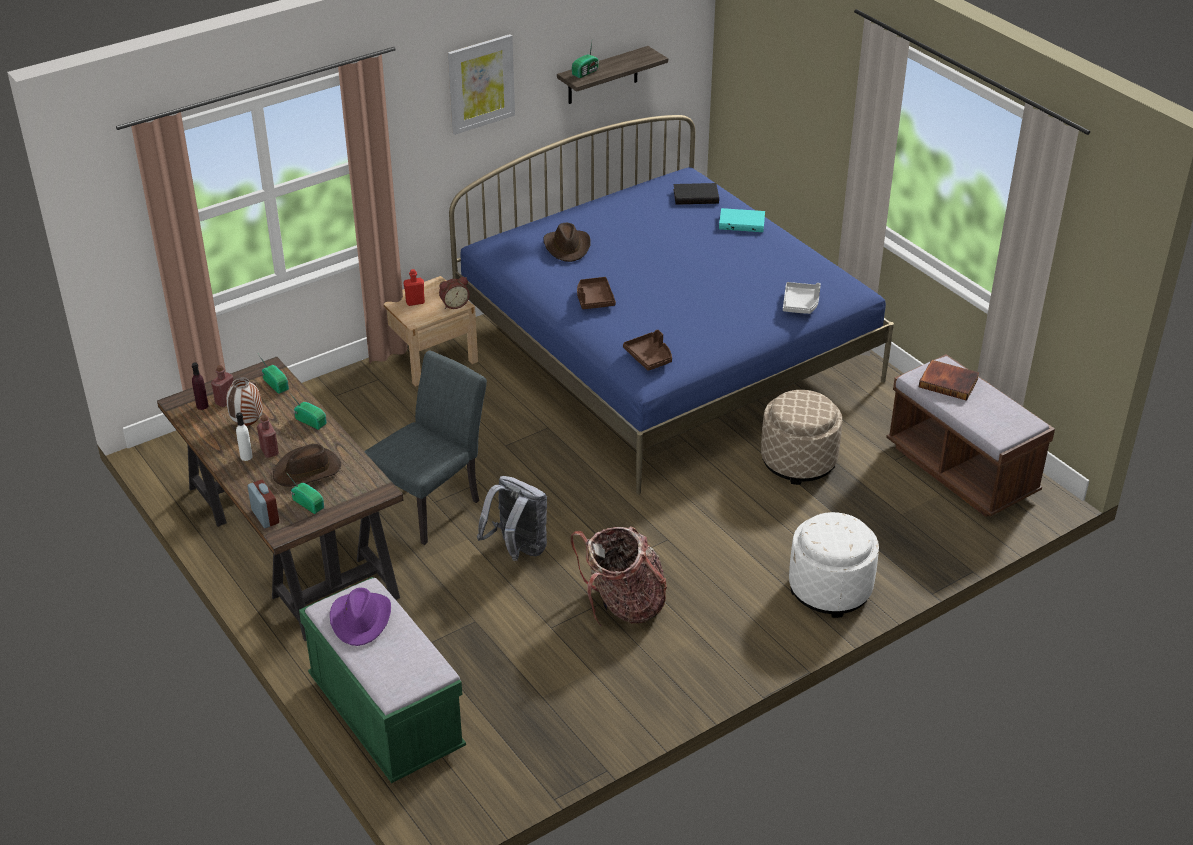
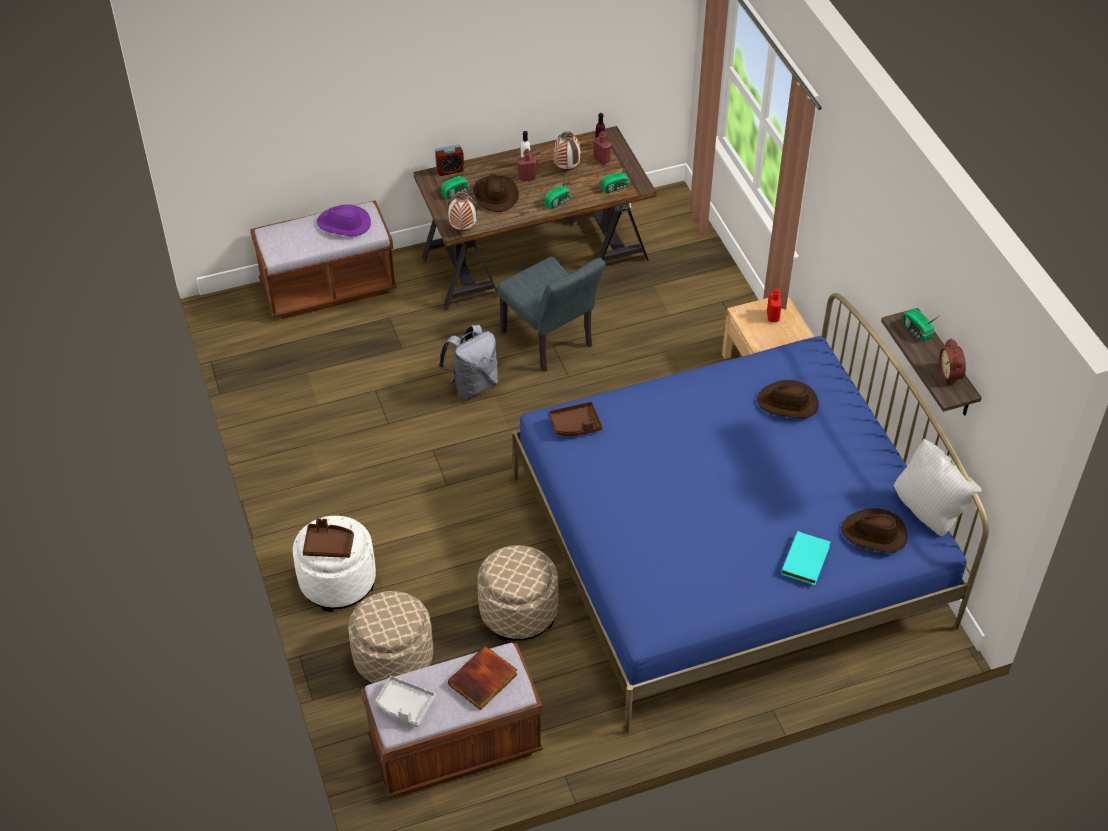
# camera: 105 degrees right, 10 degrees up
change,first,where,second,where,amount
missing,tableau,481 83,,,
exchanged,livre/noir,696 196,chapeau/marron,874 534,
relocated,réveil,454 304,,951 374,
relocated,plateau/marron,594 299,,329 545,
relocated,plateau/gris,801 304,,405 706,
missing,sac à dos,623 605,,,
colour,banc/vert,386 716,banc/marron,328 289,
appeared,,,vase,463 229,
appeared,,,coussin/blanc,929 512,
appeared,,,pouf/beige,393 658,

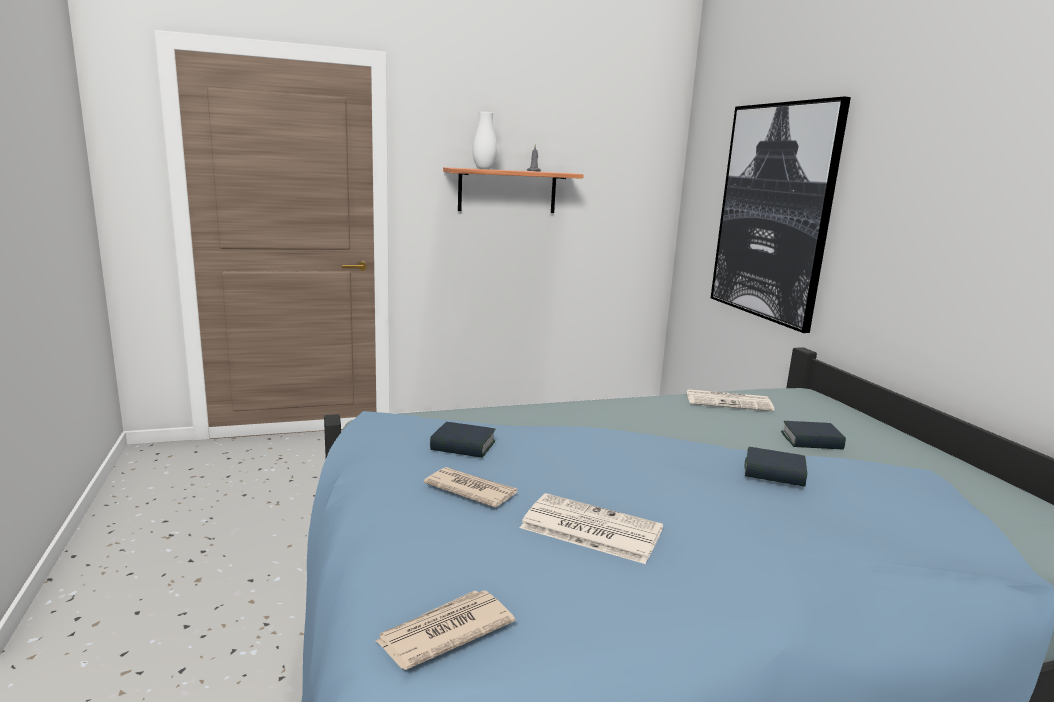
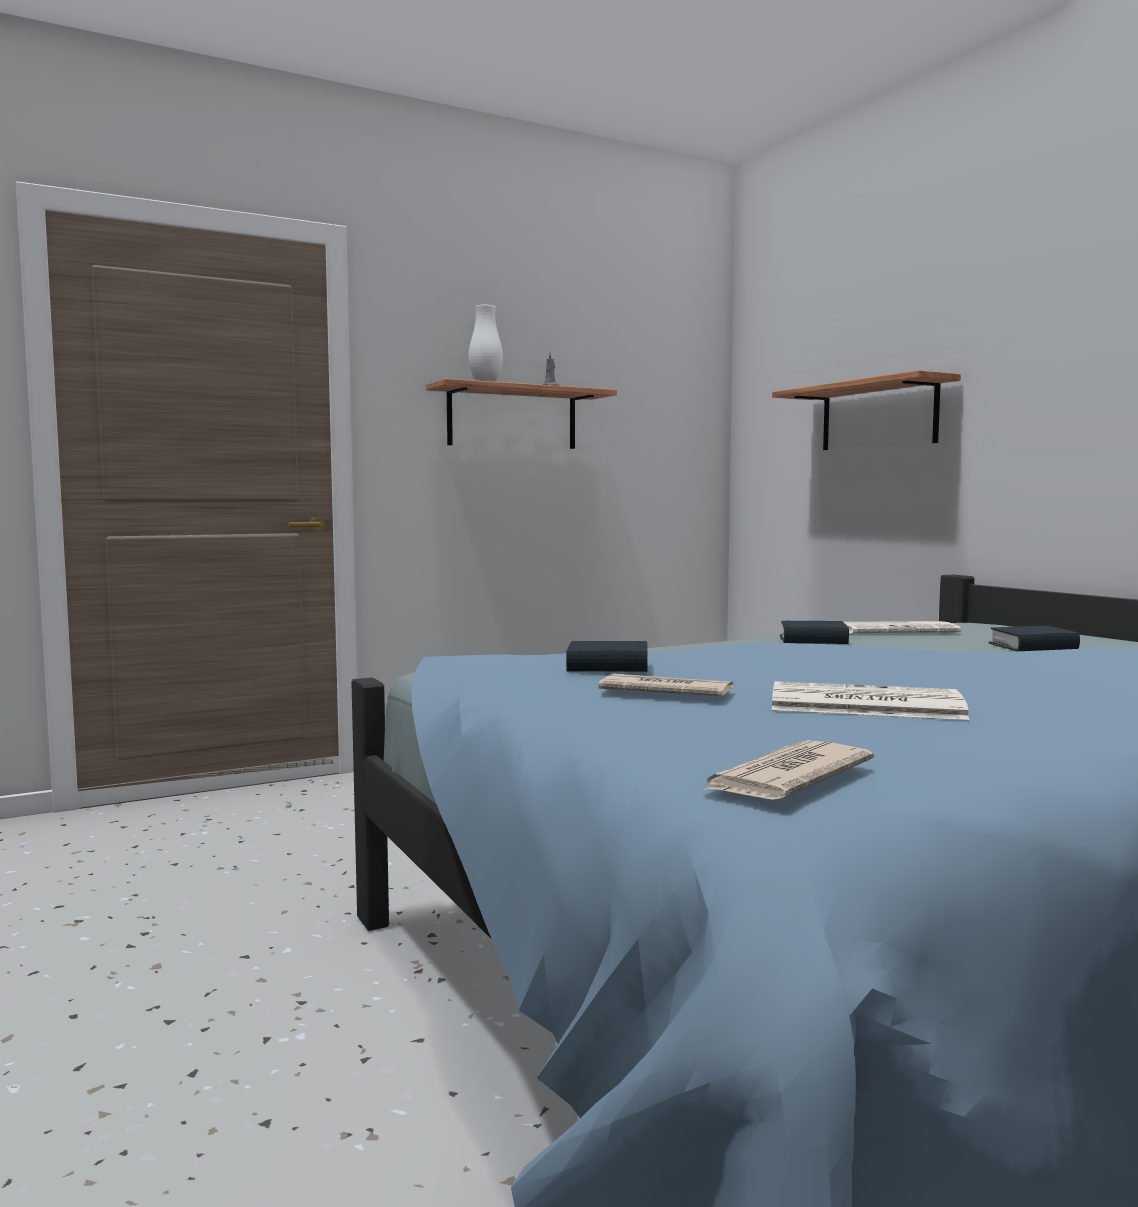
# camera: 10 degrees left, 10 degrees down
change,first,where,second,where,amount
exchanged,tableau,773 212,étagère,878 416,
relocated,livre,774 473,,813 640,

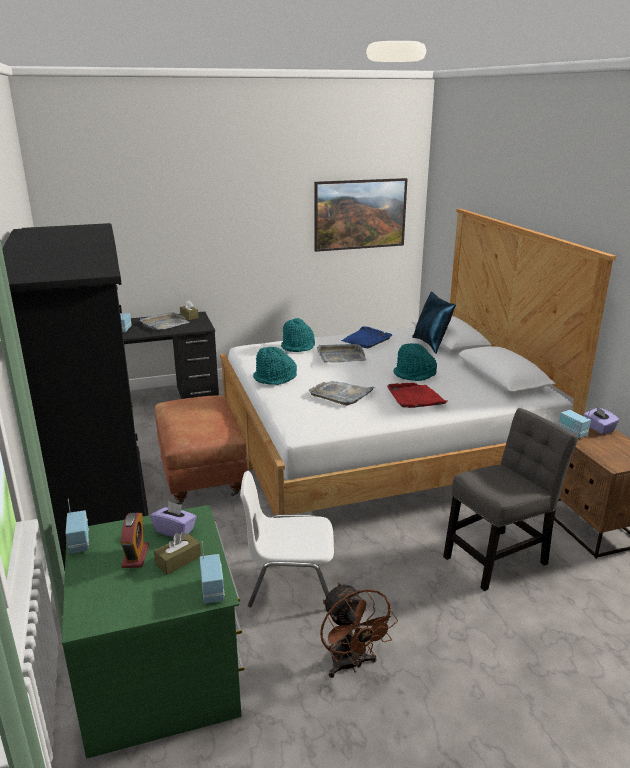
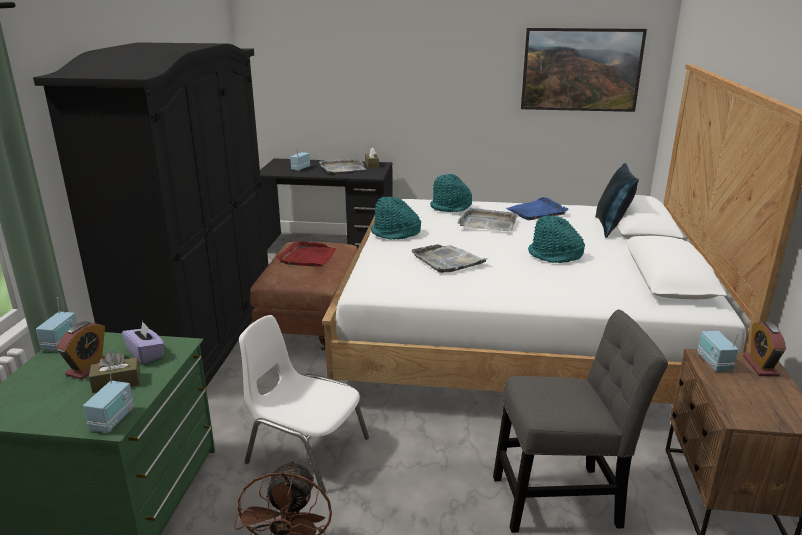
# camera: 25 degrees right, 0 degrees up
change,first,where,second,where,amount
relocated,plateau/rouge,415 398,,308 257,
exchanged,boîte à mouchoirs/violet,598 428,réveil,760 366,

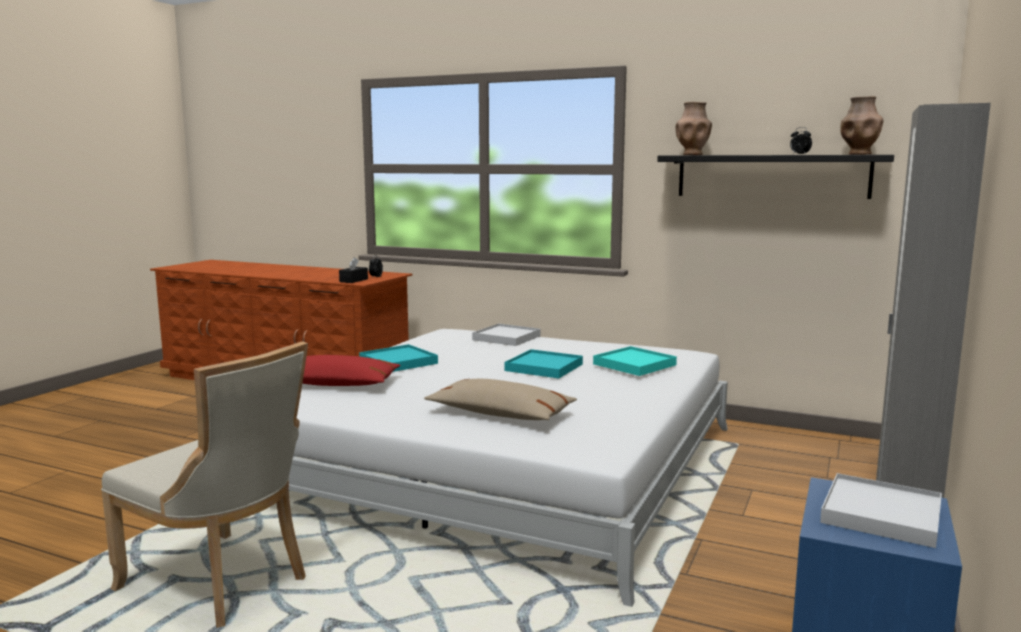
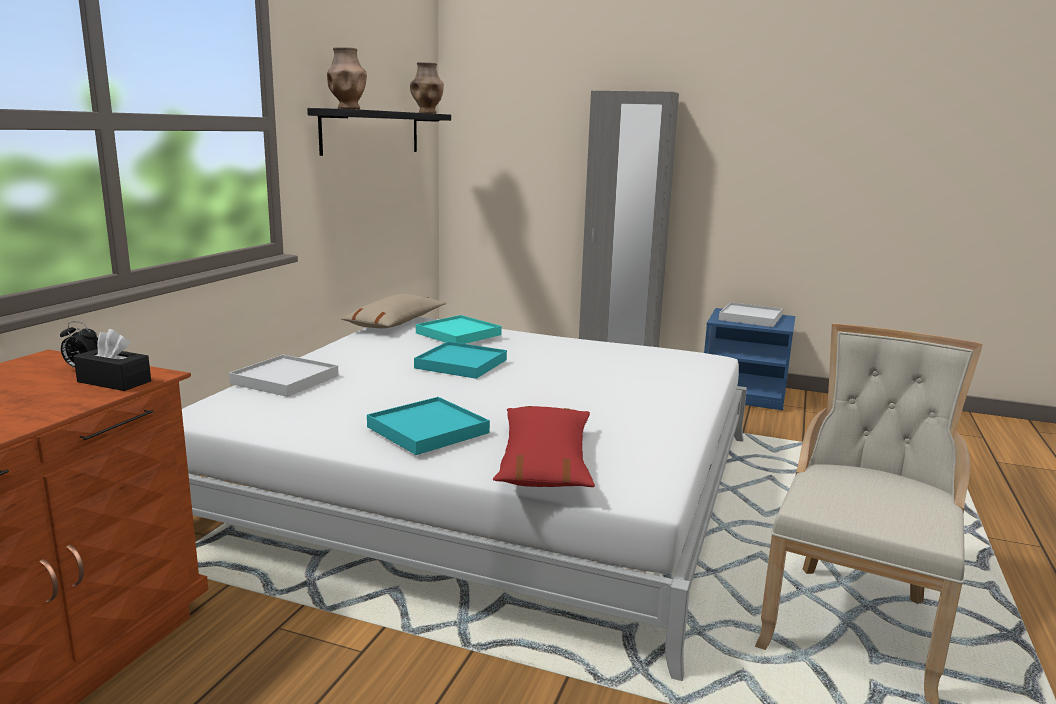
# camera: 95 degrees left, 5 degrees up
change,first,where,second,where,amount
missing,réveil,799 154,,,
relocated,coussin/beige,500 414,,395 323,

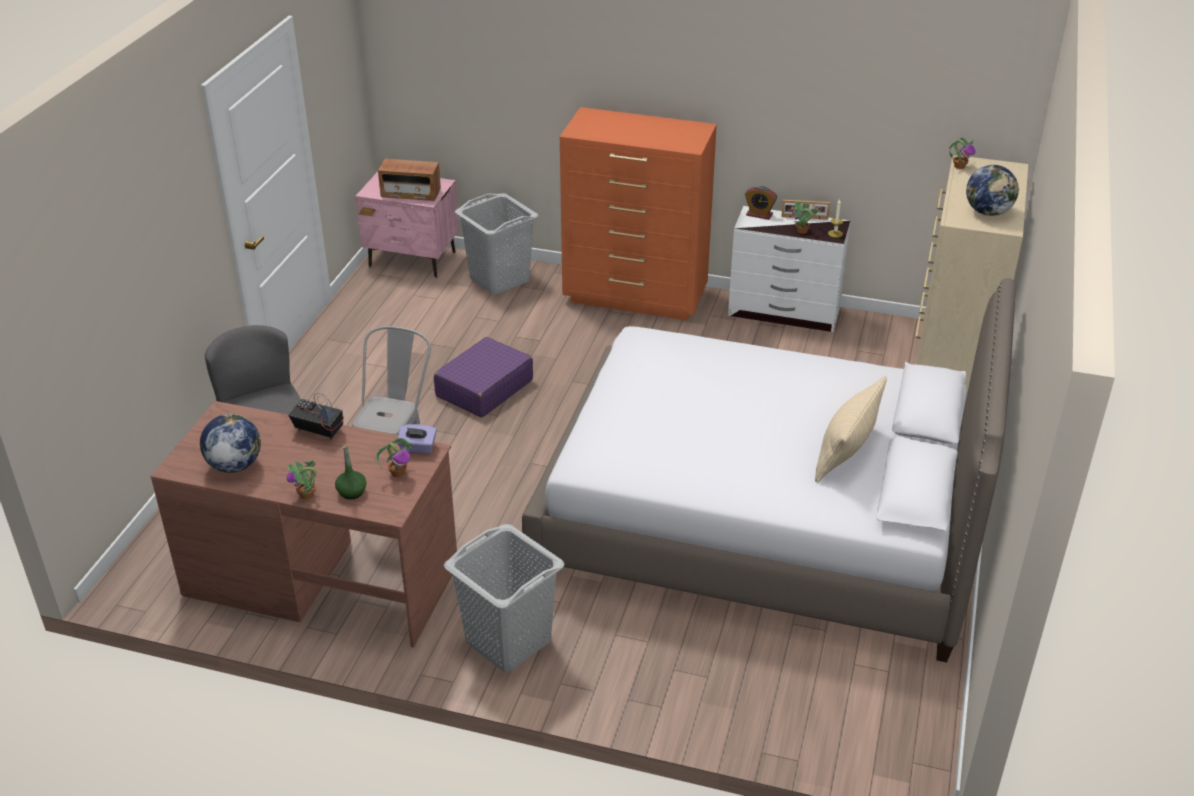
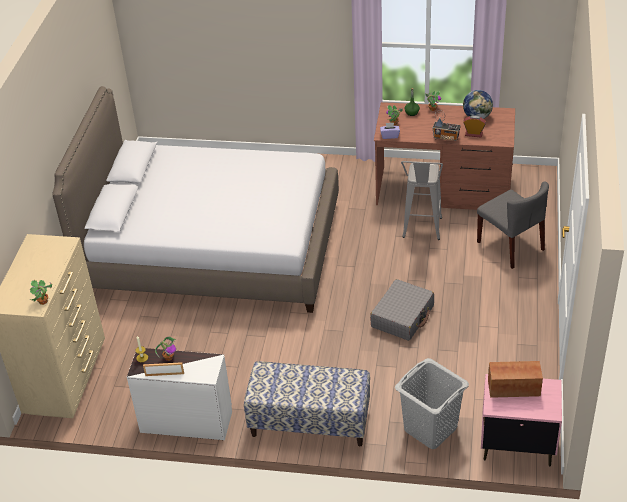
# camera: 175 degrees right, 5 degrees up
change,first,where,second,where,amount
exchanged,commode/orange,636 297,banc,309 423,
missing,globe,988 212,,,
relocated,réveil,759 214,,474 134,
colour,valise/violet,484 388,valise/gris,402 316,
missing,coussin/beige,846 452,,,
missing,panier à linge/gris,508 641,,,

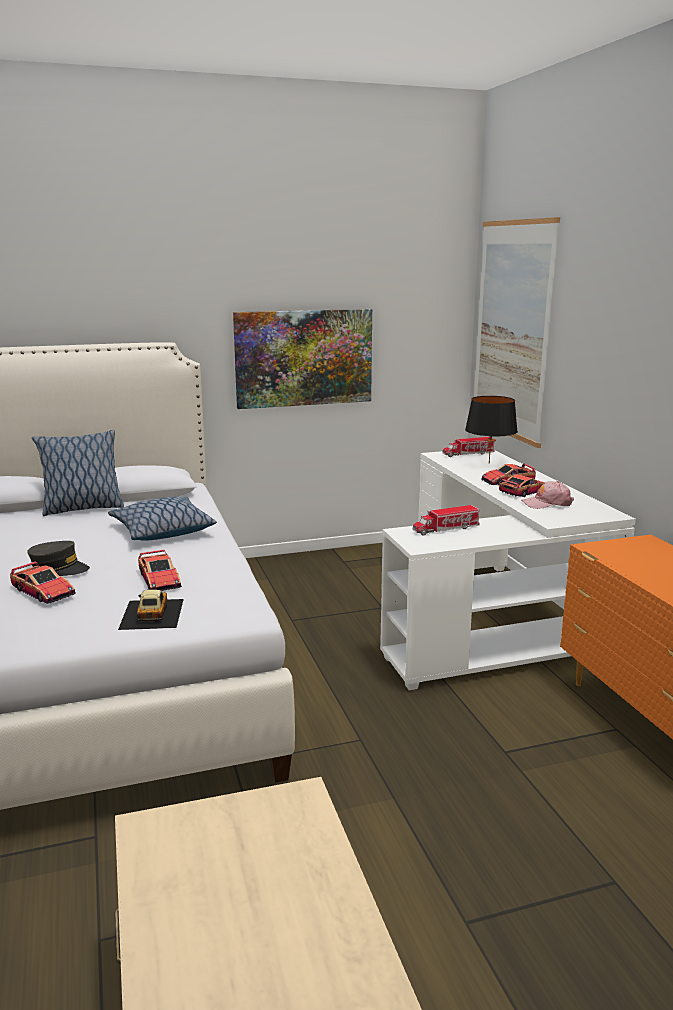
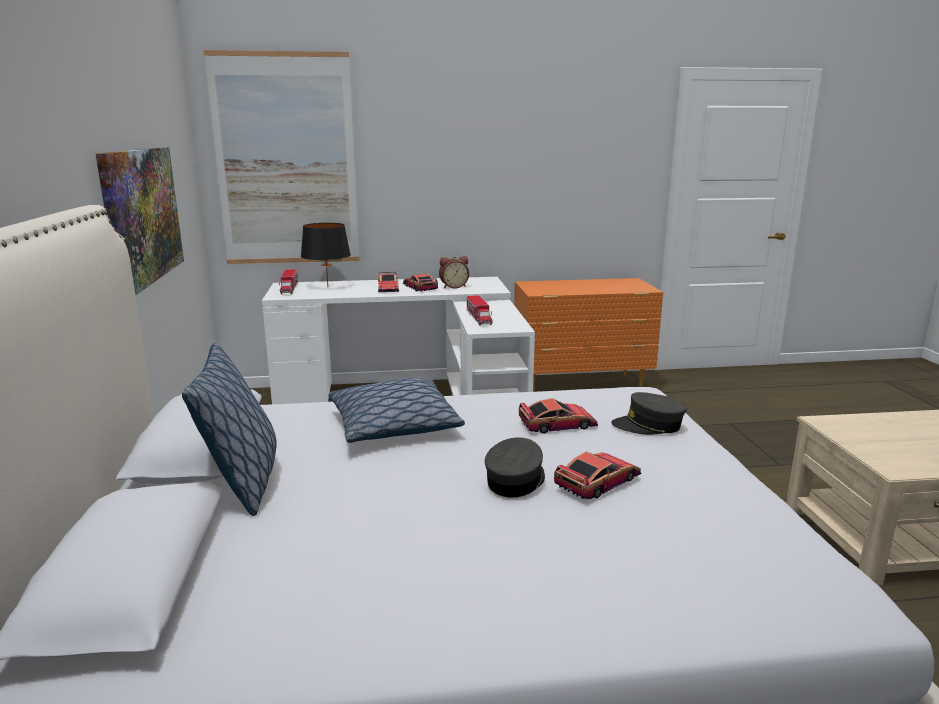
# camera: 80 degrees left, 0 degrees up
change,first,where,second,where,amount
exchanged,casquette/rose,547 503,réveil,453 286,
exchanged,petite voiture,151 614,casquette/gris,649 425,

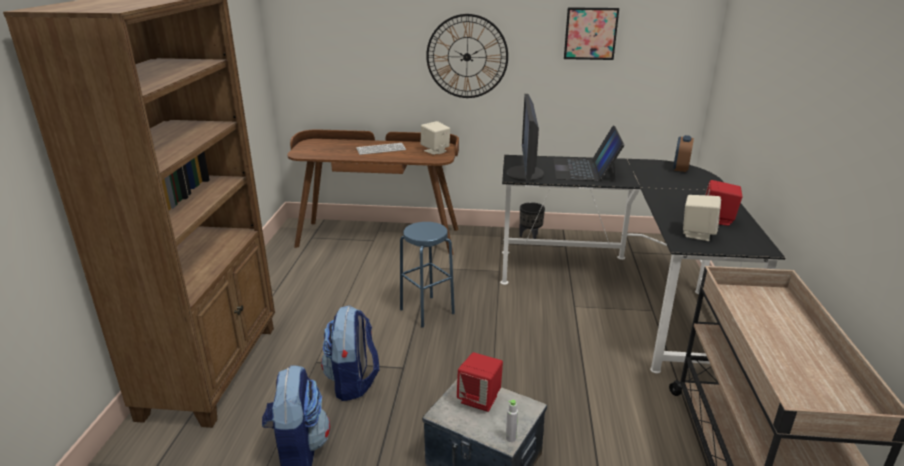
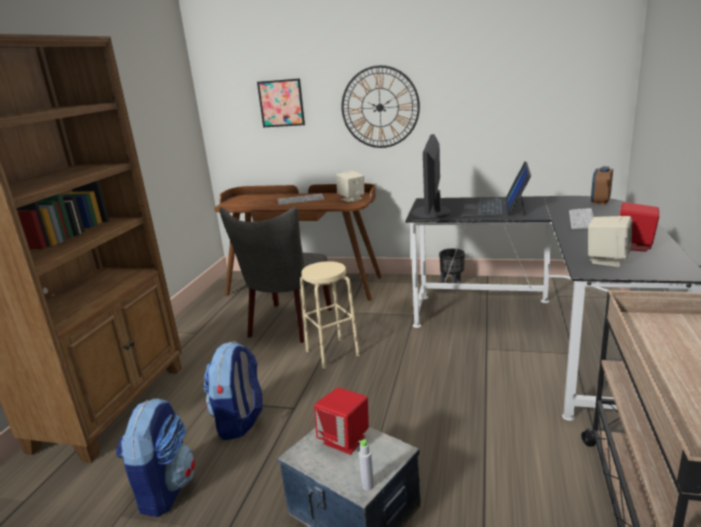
# camera: 10 degrees right, 5 degrees down
change,first,where,second,where,amount
relocated,tableau,590 33,,281 103,
colour,tabouret/bleu,427 311,tabouret/beige,332 353,
appeared,,,chaise/gris,287 325,
appeared,,,clavier,581 220,

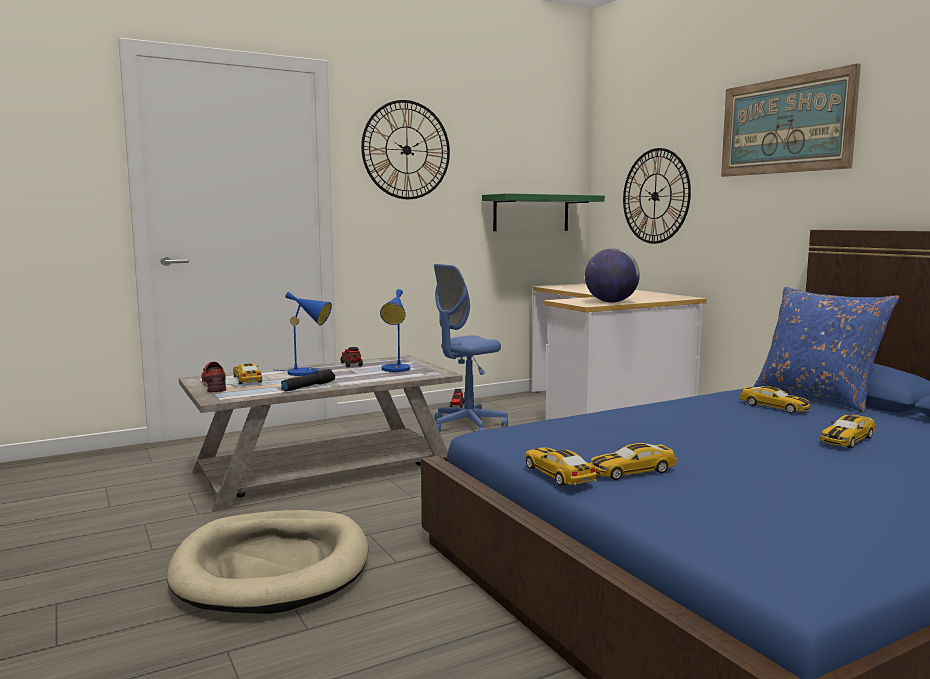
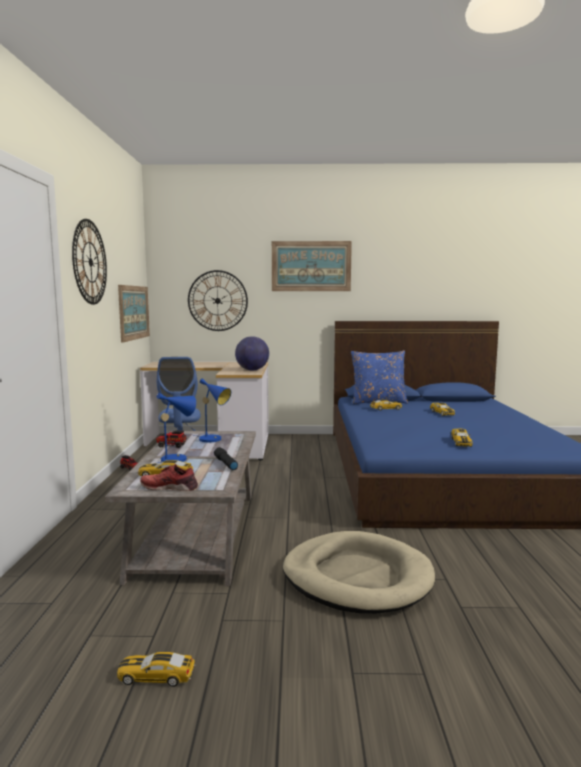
# camera: 60 degrees left, 0 degrees up
change,first,where,second,where,amount
exchanged,étagère/vert,531 213,tableau,134 312,
relocated,petite voiture,558 475,,156 676,

